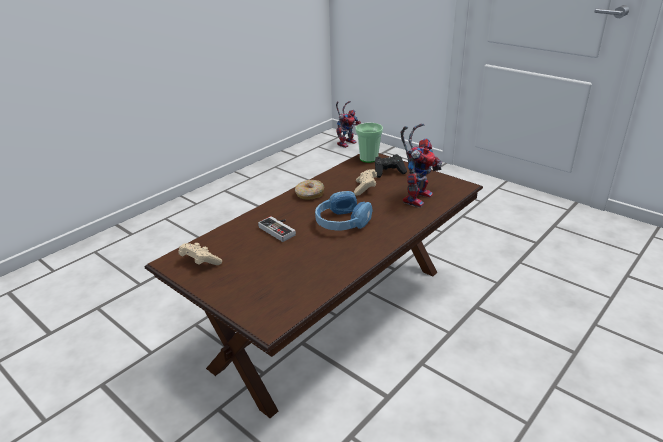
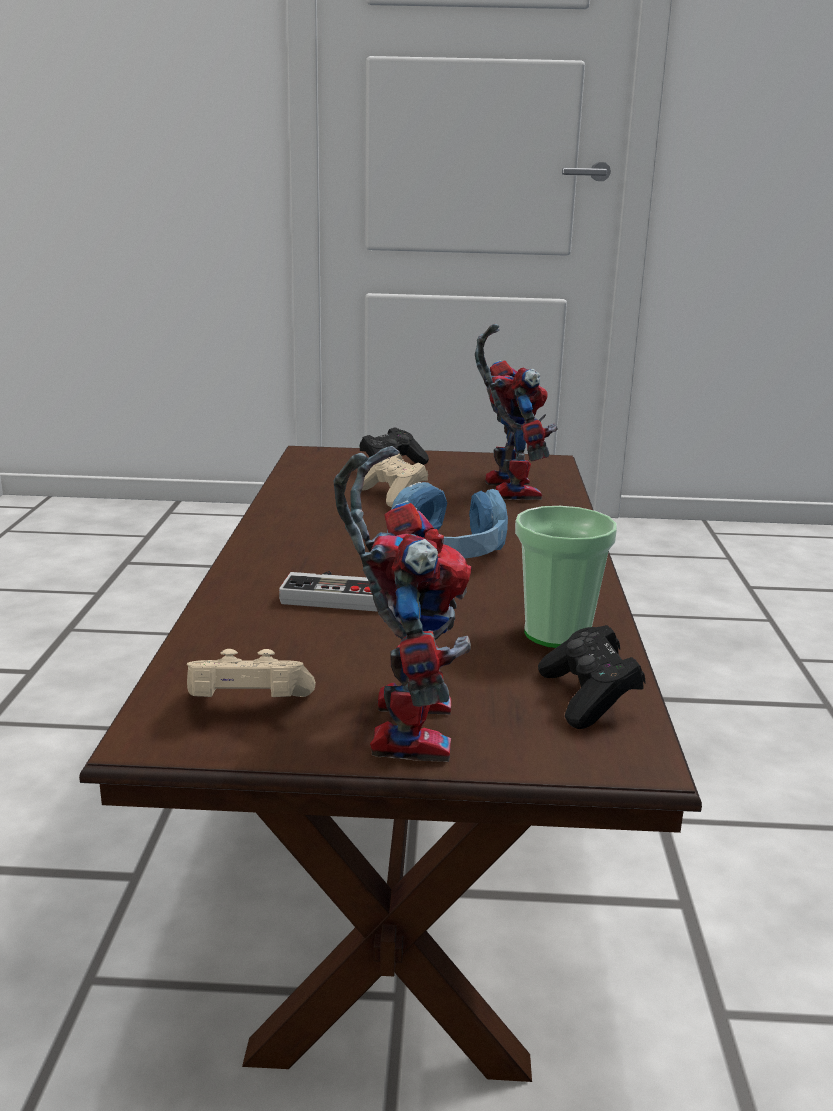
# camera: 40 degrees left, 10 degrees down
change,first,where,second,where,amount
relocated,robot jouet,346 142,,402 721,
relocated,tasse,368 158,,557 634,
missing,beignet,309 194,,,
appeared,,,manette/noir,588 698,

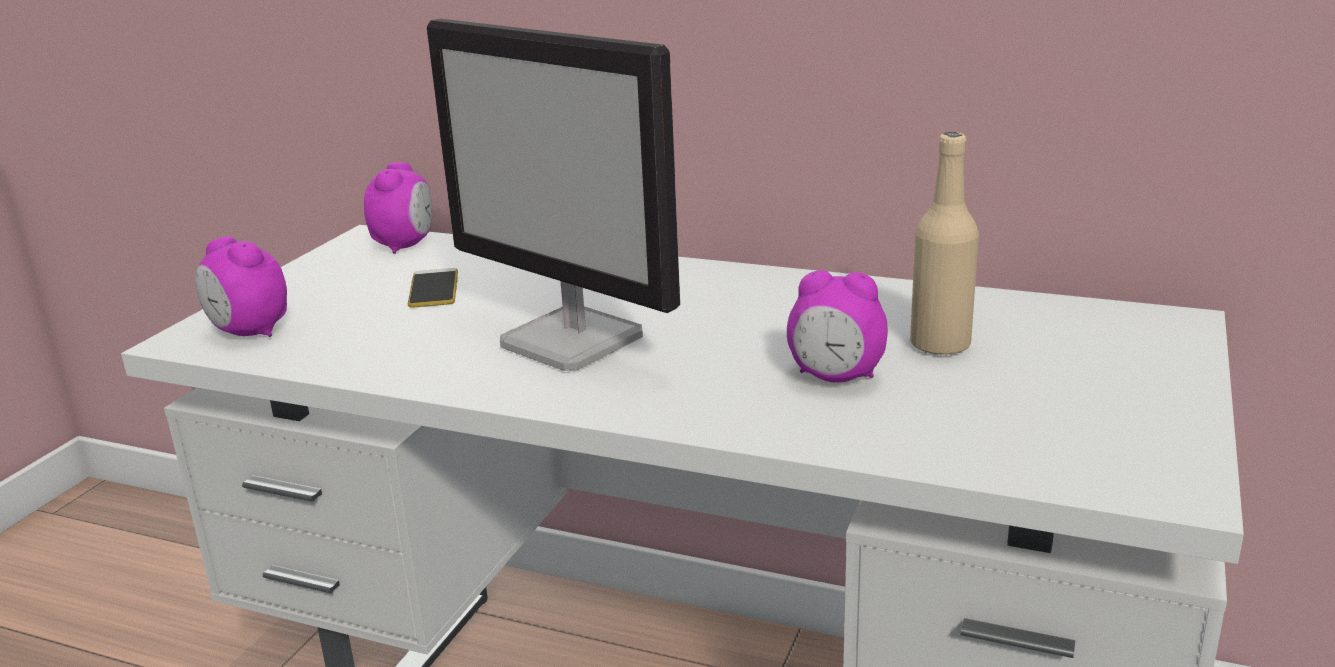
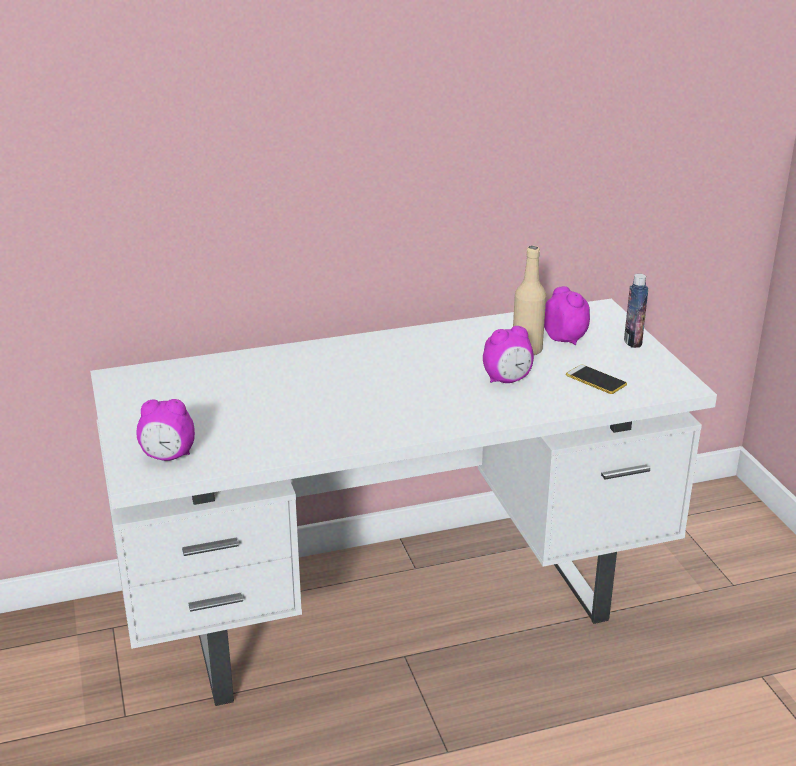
# camera: 40 degrees left, 5 degrees up
change,first,where,second,where,amount
missing,écran d'ordinateur,574 341,,,
relocated,réveil,405 245,,565 339,
relocated,téléphone,433 289,,596 380,
appeared,,,bouteille,633 341,

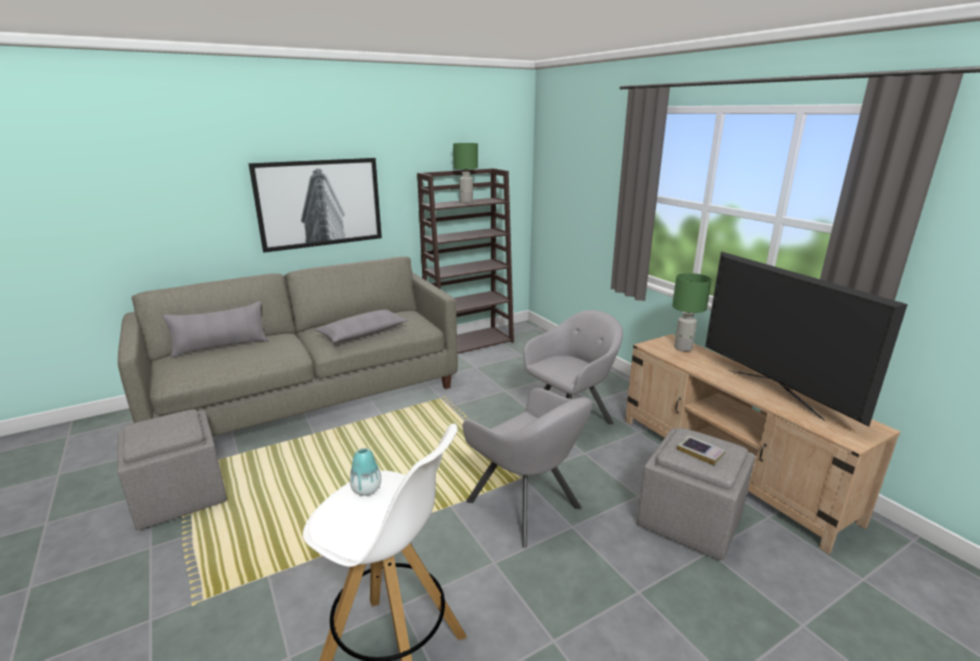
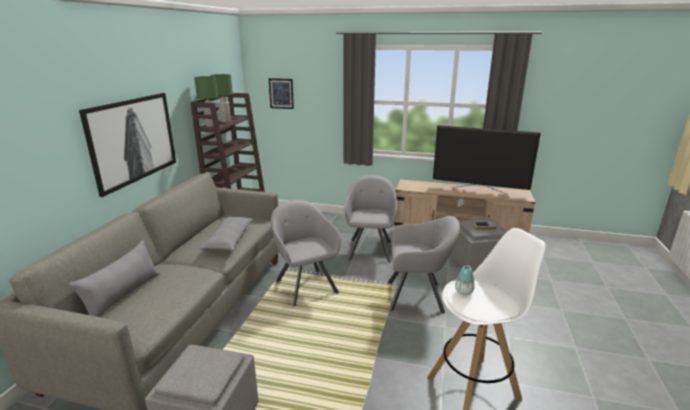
# camera: 45 degrees left, 0 degrees up
change,first,where,second,where,amount
relocated,lampe de table/vert,683 348,,211 125,
appeared,,,tableau,281 93,
appeared,,,fauteuil/gris,305 285,

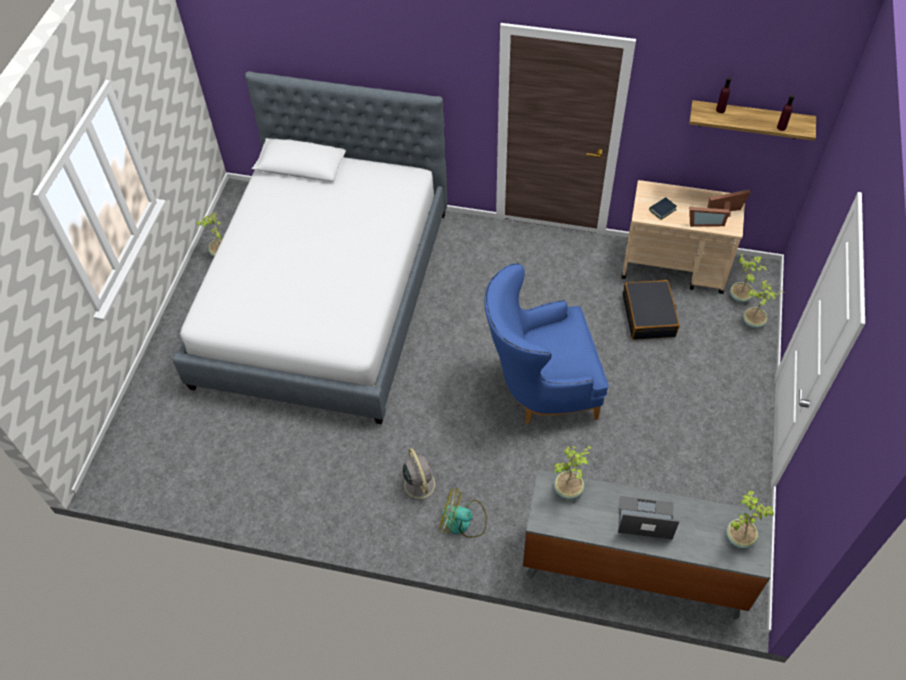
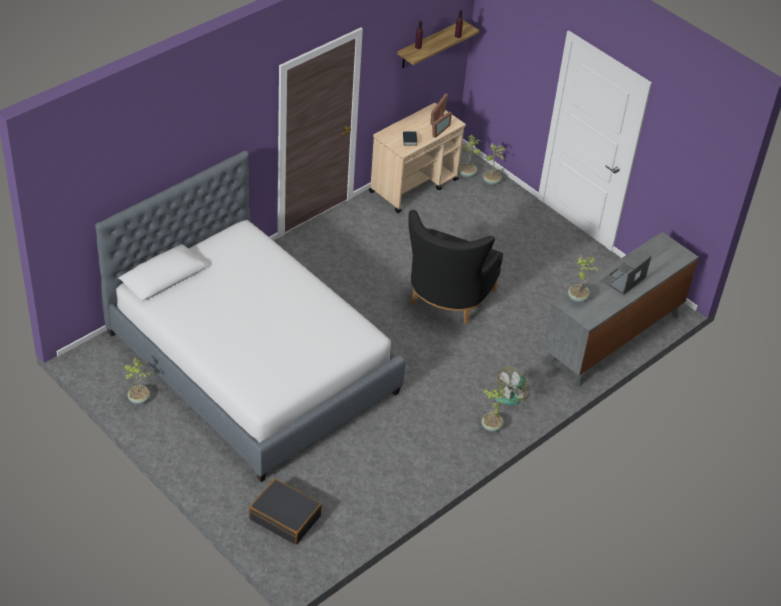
# camera: 60 degrees left, 10 degrees down
change,first,where,second,where,amount
colour,fauteuil/bleu,539 388,fauteuil/noir,445 301,
relocated,valise/noir,649 316,,285 517,
missing,ventilateur/gris,419 483,,,
relocated,plante en pot,739 537,,491 427,

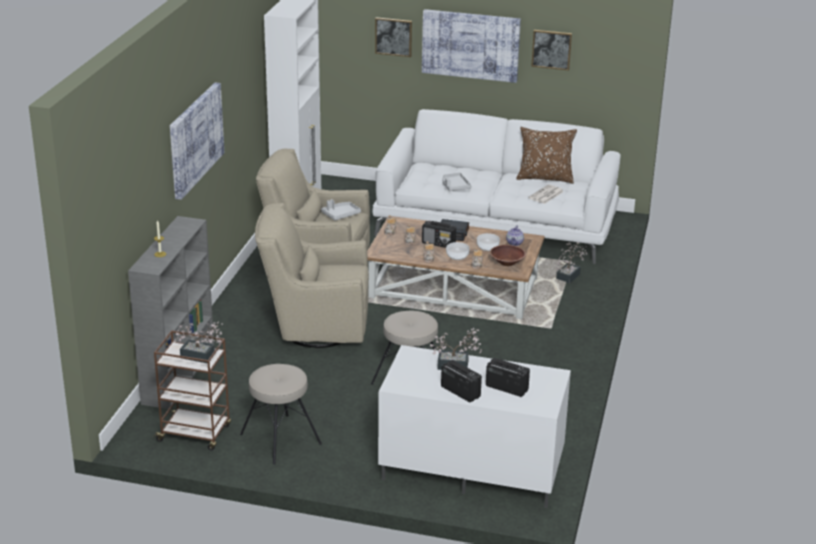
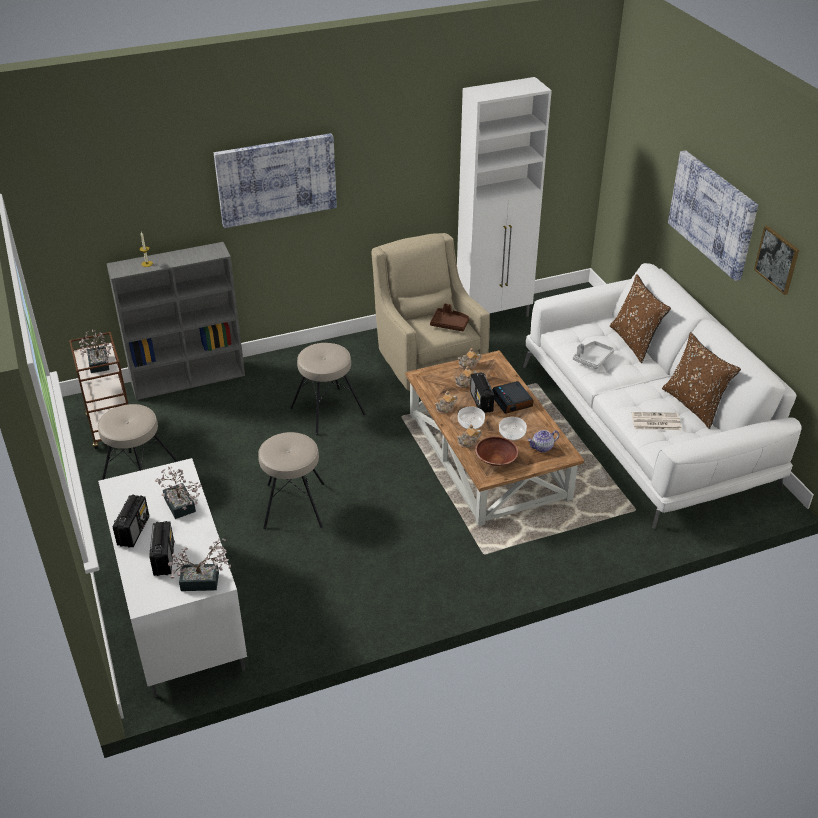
# camera: 55 degrees right, 10 degrees up
change,first,where,second,where,amount
missing,tableau,393 36,,,
colour,plateau/gris,340 215,plateau/marron,449 324,
exchanged,fauteuil/beige,315 328,tabouret/beige,327 410,
relocated,plante en pot,569 275,,205 582,
appeared,,,coussin/marron,634 342,

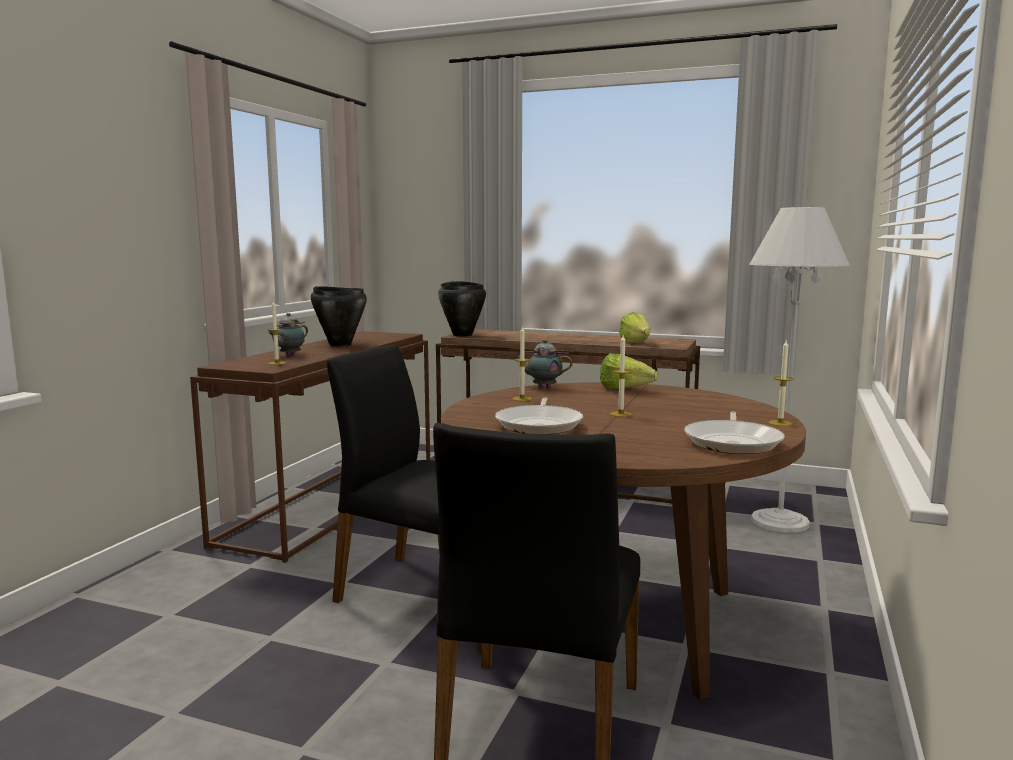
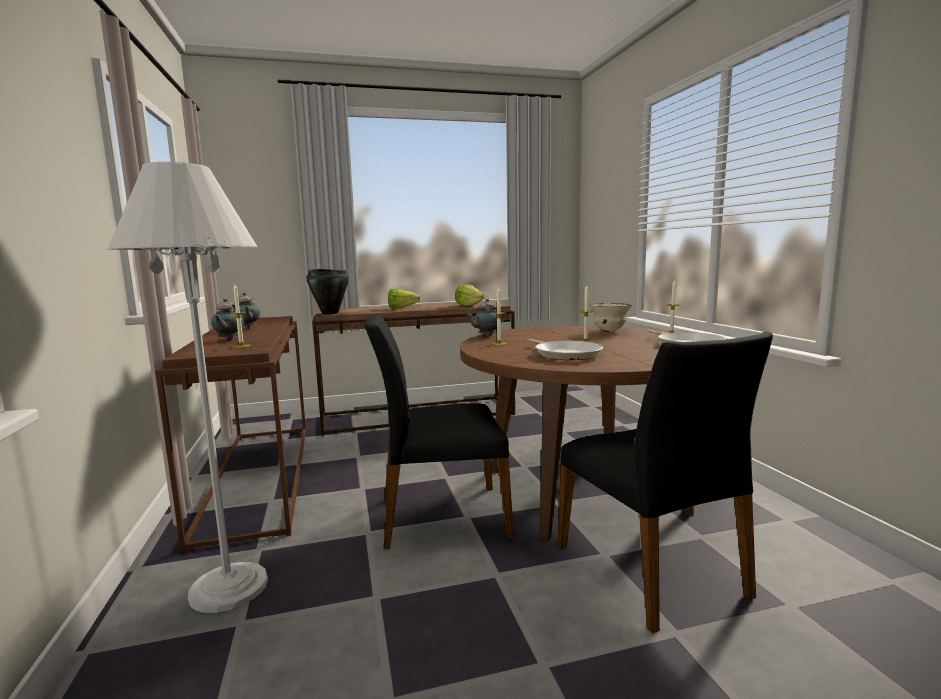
# camera: 35 degrees left, 0 degrees up
change,first,where,second,where,amount
relocated,lampadaire/blanc,780 521,,229 587,
exchanged,marmite/noir,340 344,théière,247 328,
relocated,laitue,628 390,,404 308,
appeared,,,bol/beige,609 331,

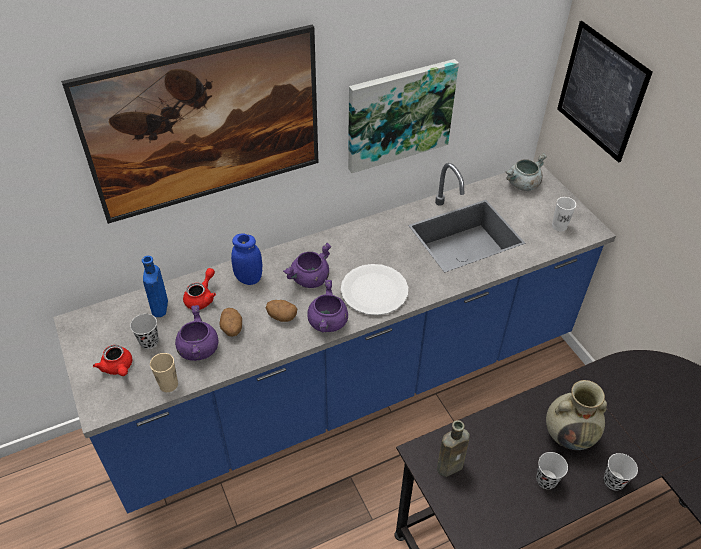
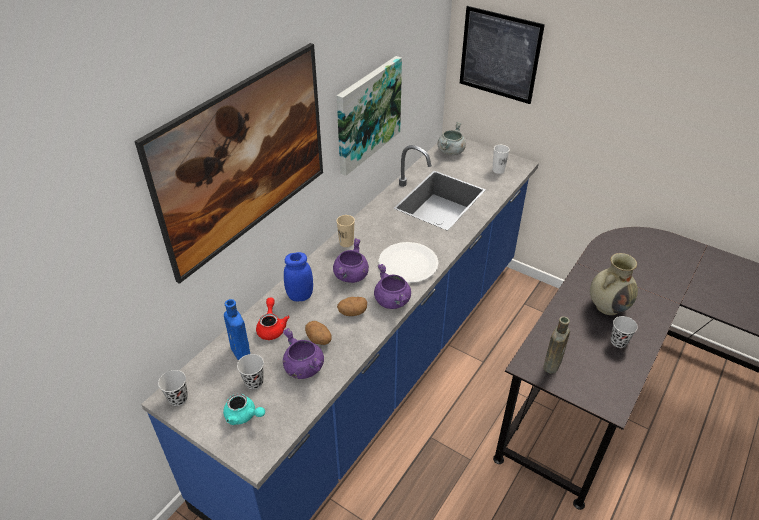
# camera: 30 degrees left, 5 degrees down
change,first,where,second,where,amount
colour,théière/rouge,118 368,théière/turquoise,243 416,
relocated,tasse/beige,168 384,,346 242,
relocated,tasse/noir,613 481,,178 398,

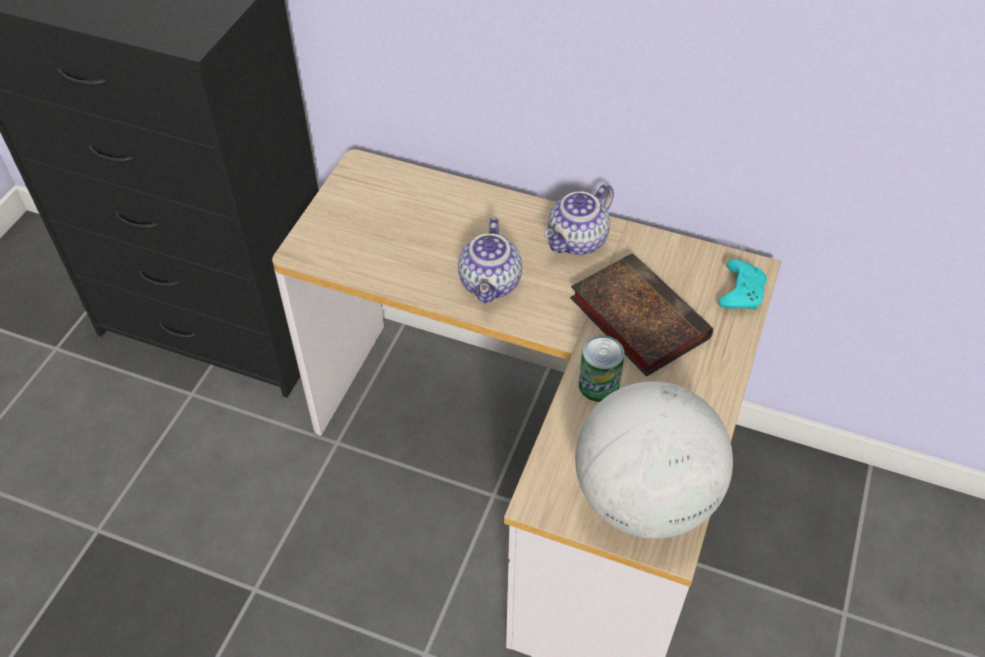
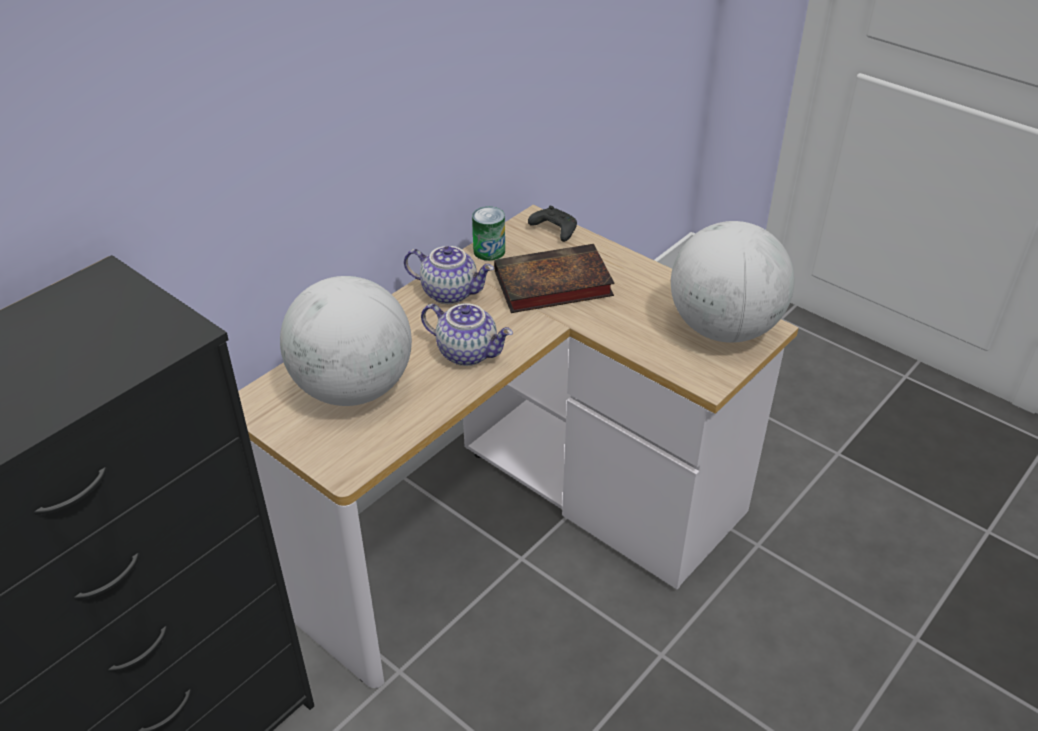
# camera: 70 degrees left, 10 degrees down
change,first,where,second,where,amount
spun,théière,578 242,,450 292,45 degrees counterclockwise
colour,manette/turquoise,740 292,manette/noir,553 230,
relocated,boîte métallique,598 385,,489 251,
appeared,,,globe,353 388,

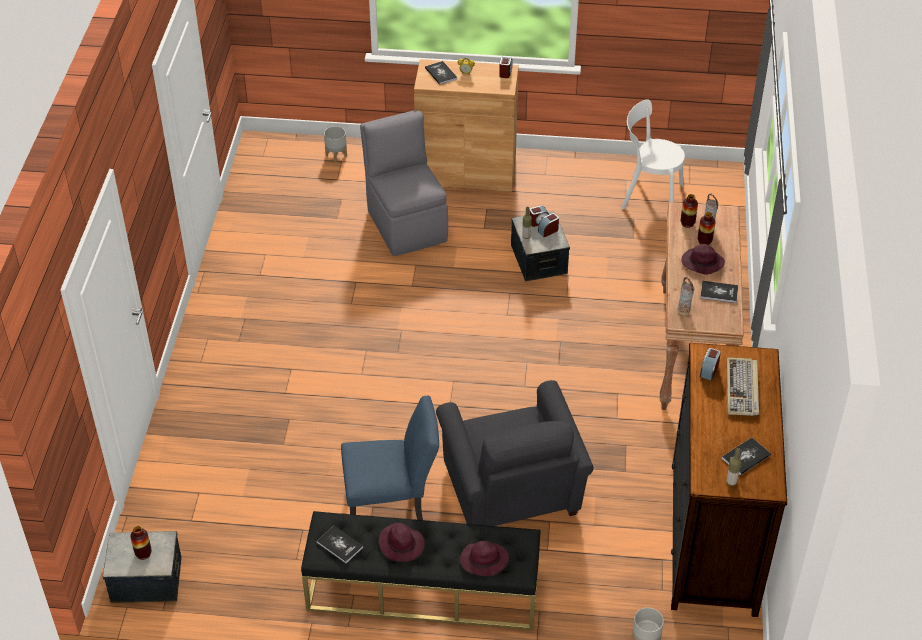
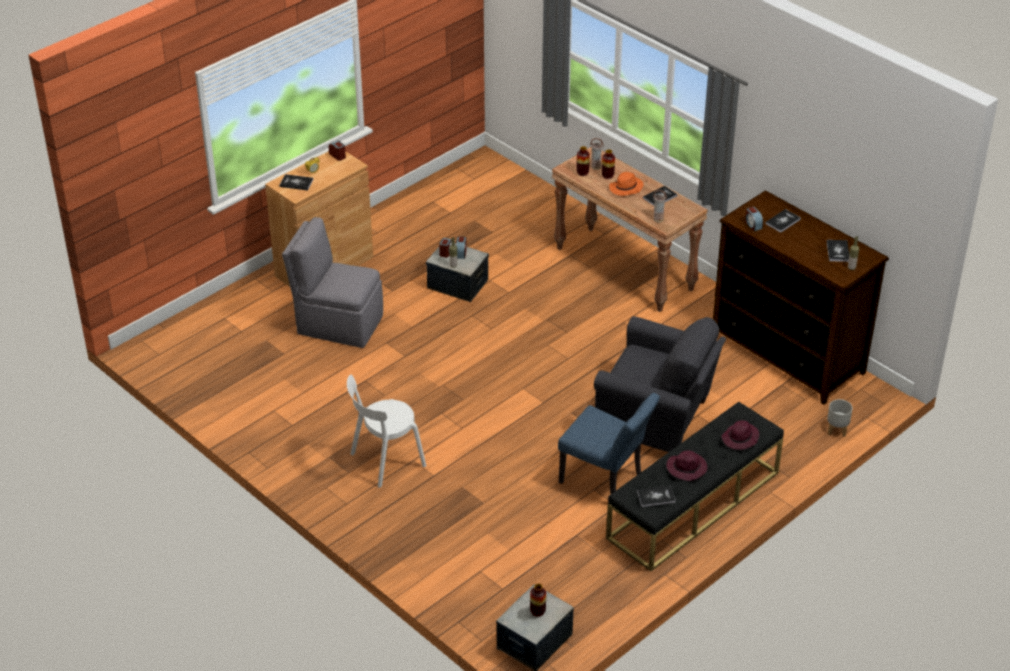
# camera: 50 degrees left, 5 degrees down
change,first,where,second,where,amount
relocated,chaise/blanc,649 195,,385 461,
missing,cache-pot/gris,336 156,,,
colour,chapeau/violet,701 263,chapeau/orange,625 188,
exchanged,clavier,742 389,livre,782 221,
spun,chaise/bleu,392 508,,606 480,90 degrees clockwise

